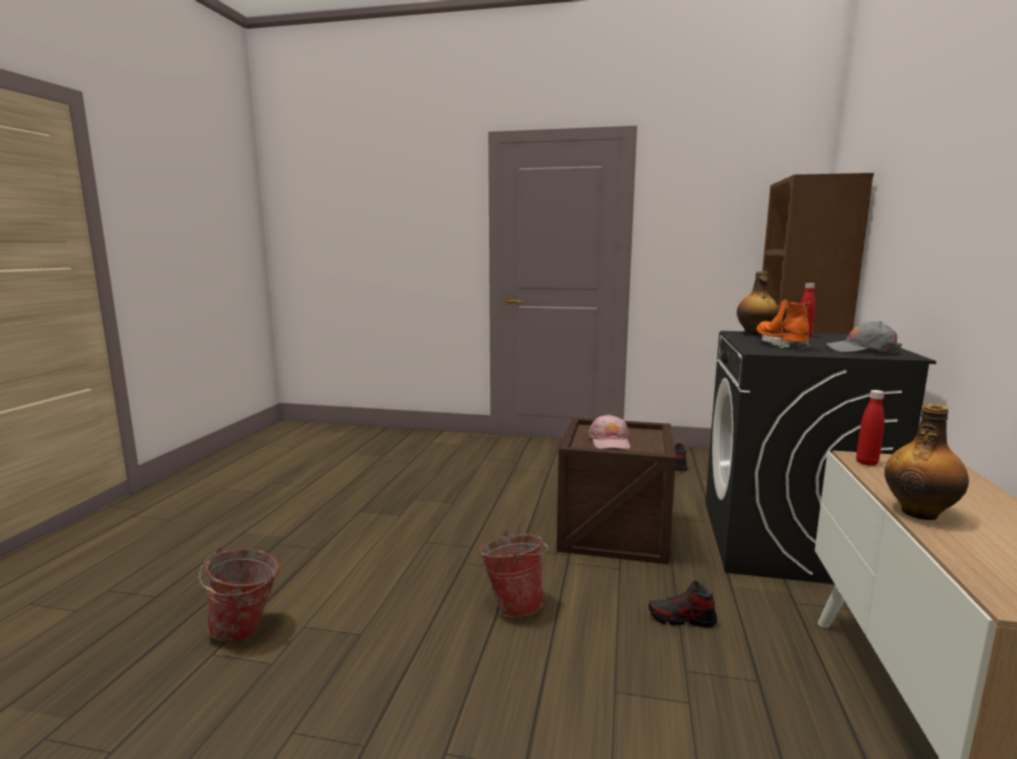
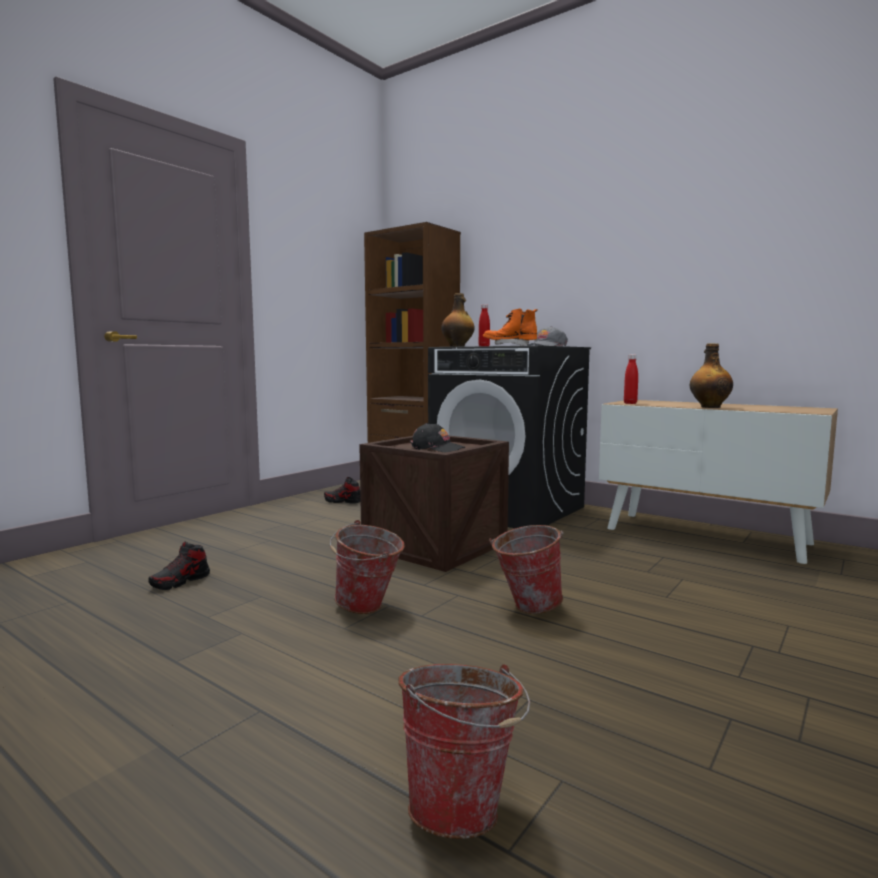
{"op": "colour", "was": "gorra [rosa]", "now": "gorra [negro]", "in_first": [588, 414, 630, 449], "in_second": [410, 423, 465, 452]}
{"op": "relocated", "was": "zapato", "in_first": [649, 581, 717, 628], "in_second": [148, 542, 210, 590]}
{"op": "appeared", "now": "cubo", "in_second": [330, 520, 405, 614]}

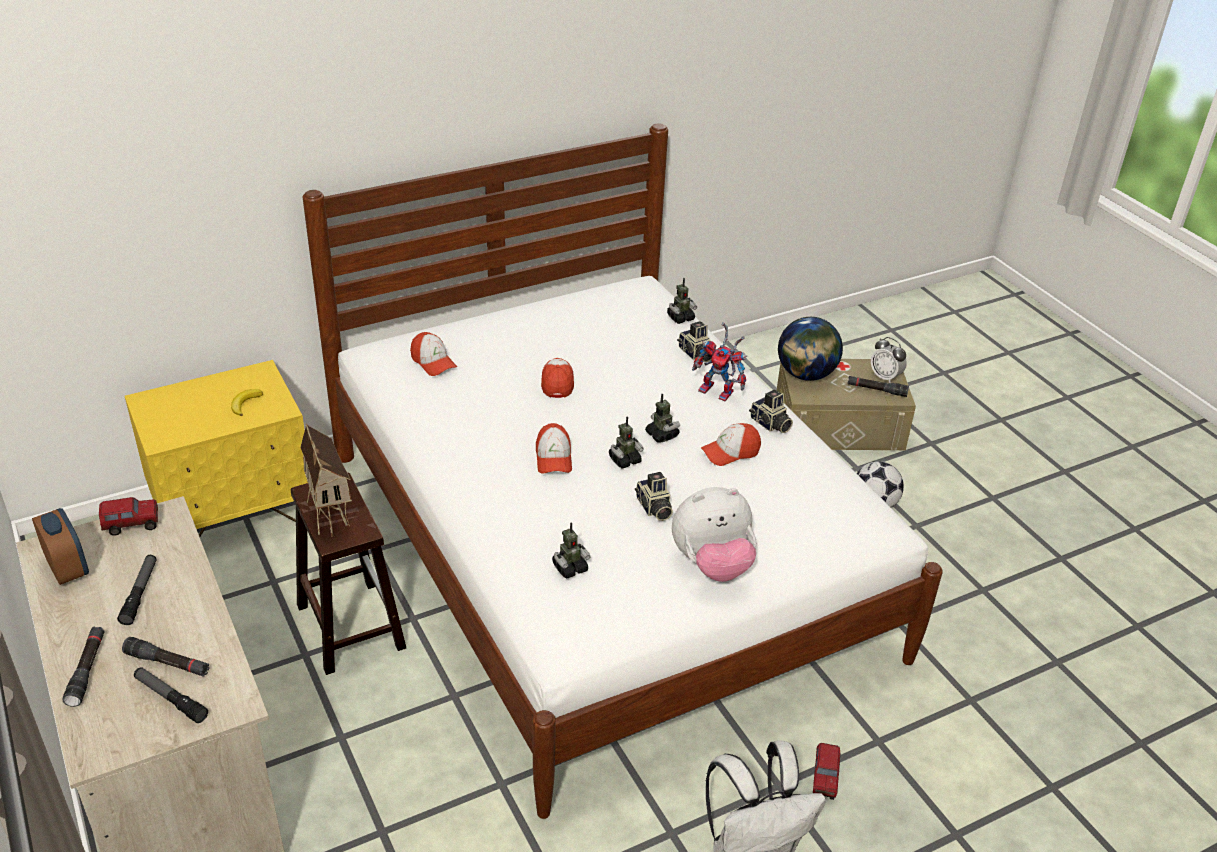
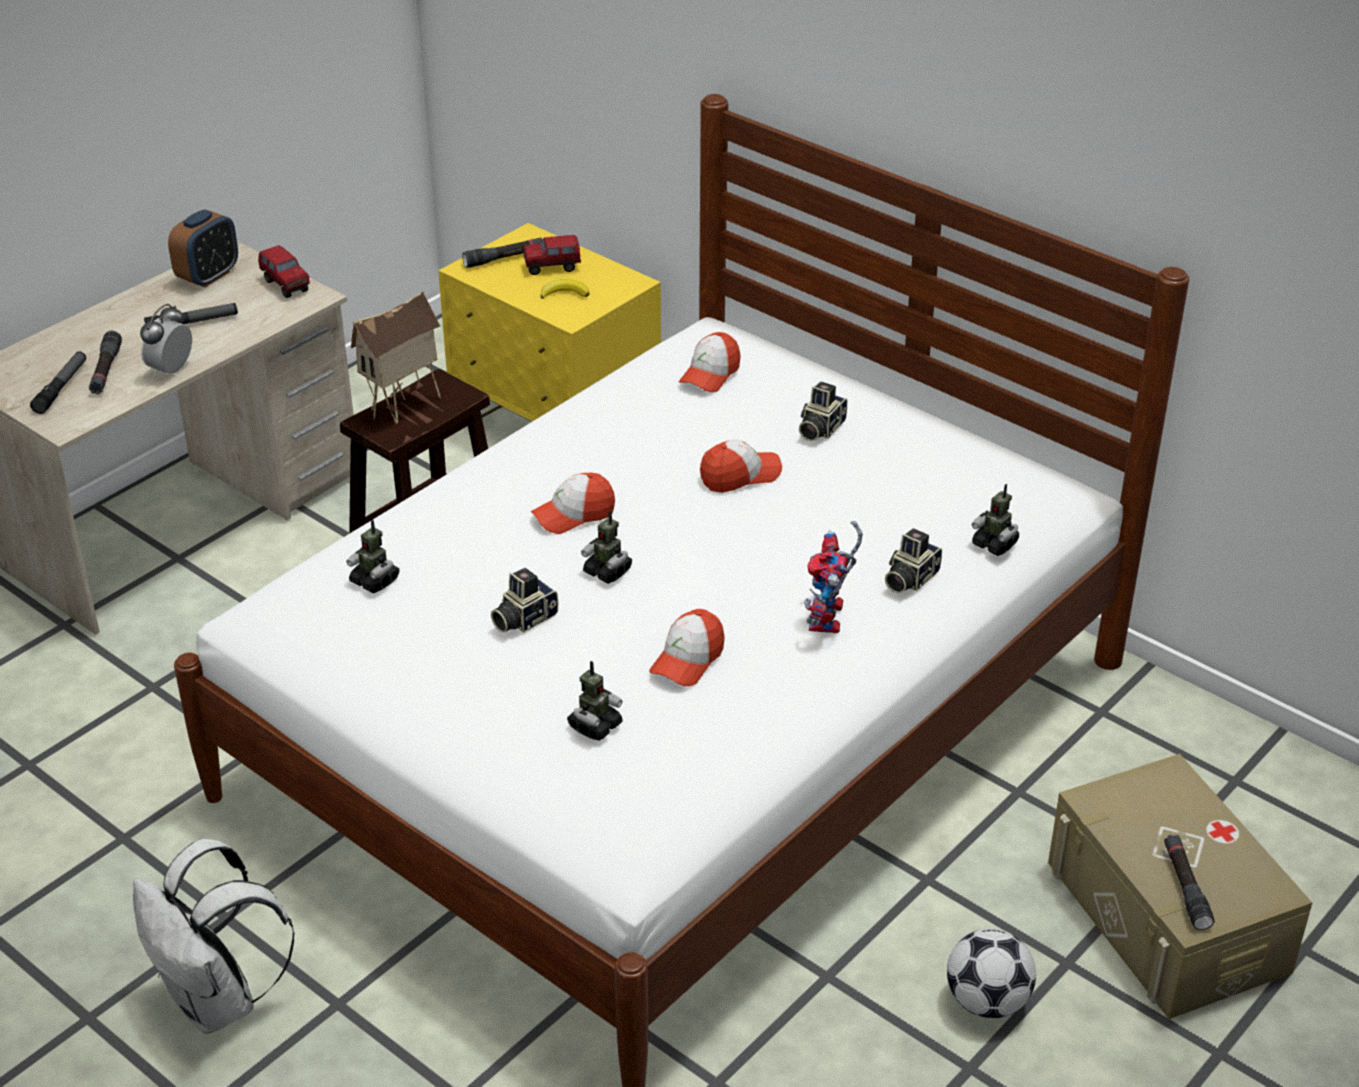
{"op": "relocated", "was": "linterna [negro]", "in_first": [62, 627, 105, 707], "in_second": [462, 237, 542, 268]}
{"op": "relocated", "was": "robot de juguete", "in_first": [645, 394, 680, 442], "in_second": [567, 661, 623, 741]}
{"op": "missing", "was": "peluche", "in_first": [672, 487, 756, 582]}
{"op": "spun", "was": "gorra", "in_first": [701, 423, 761, 466], "in_second": [649, 609, 725, 686], "clockwise": -105}
{"op": "relocated", "was": "cámara", "in_first": [749, 389, 793, 433], "in_second": [799, 381, 847, 441]}
{"op": "missing", "was": "globo terráqueo", "in_first": [778, 317, 843, 381]}
{"op": "relocated", "was": "camión de juguete", "in_first": [813, 743, 841, 800], "in_second": [524, 235, 581, 275]}
{"op": "relocated", "was": "despertador", "in_first": [871, 337, 907, 383], "in_second": [140, 304, 192, 376]}

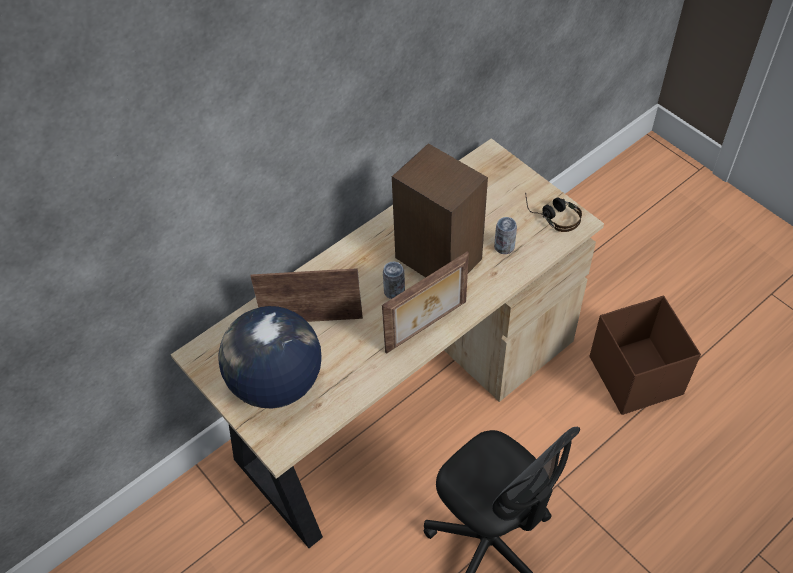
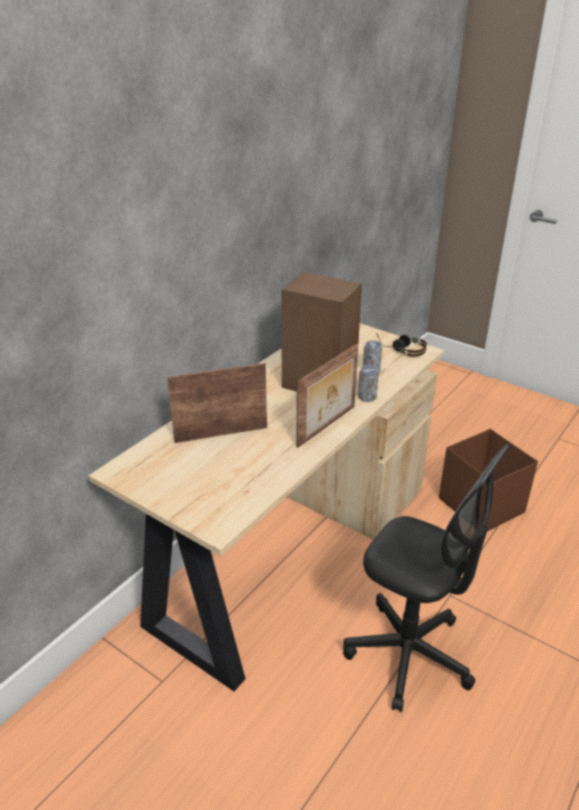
{"op": "missing", "was": "globo terráqueo", "in_first": [219, 306, 321, 408]}
{"op": "relocated", "was": "lata", "in_first": [383, 262, 405, 299], "in_second": [358, 365, 379, 402]}

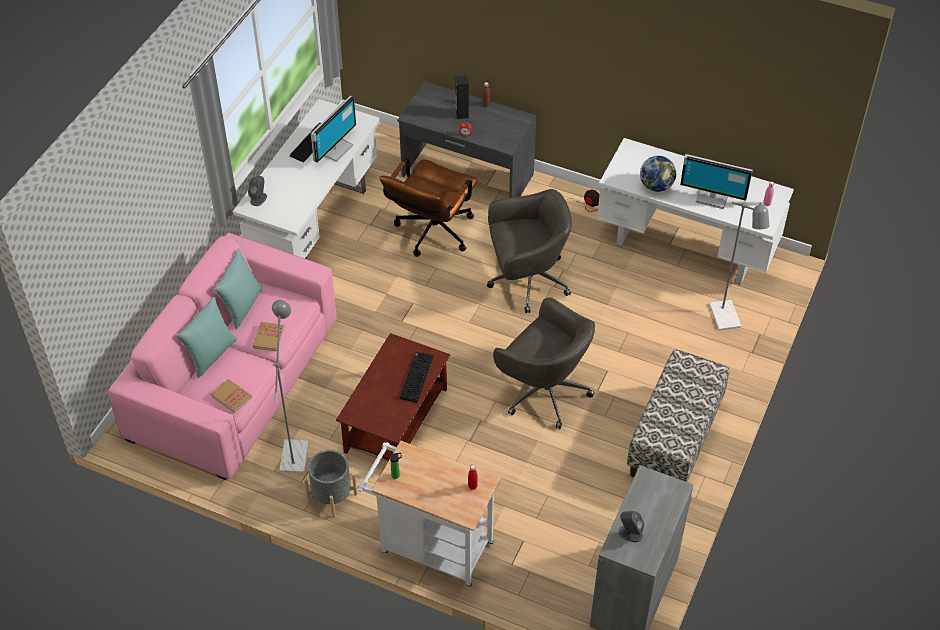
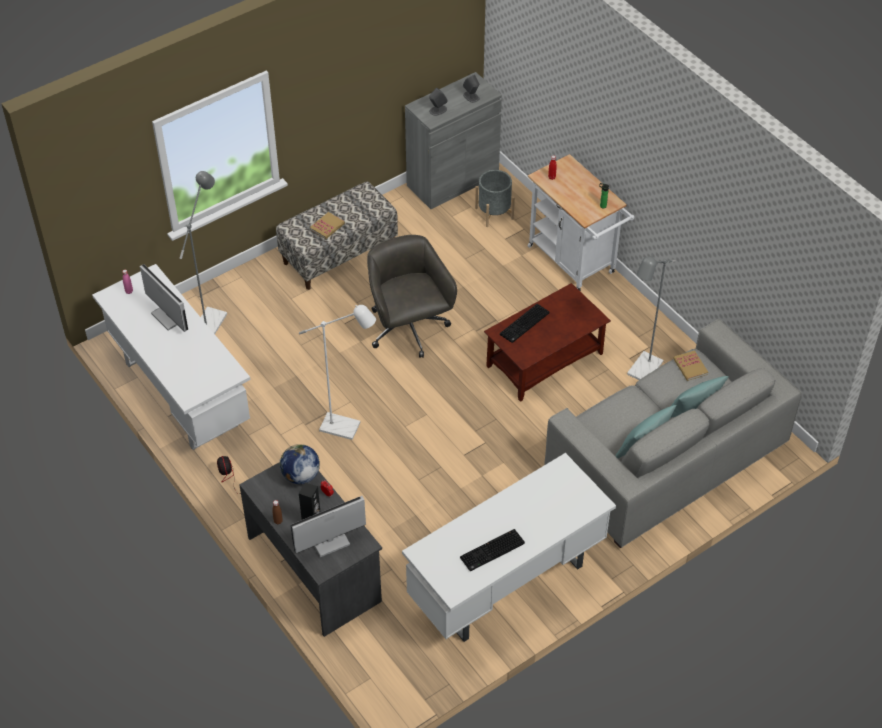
{"op": "colour", "was": "sofá [rosa]", "now": "sofá [gris]", "in_first": [107, 232, 337, 480], "in_second": [544, 319, 802, 548]}
{"op": "relocated", "was": "altavoz [gris]", "in_first": [248, 176, 267, 206], "in_second": [429, 88, 448, 116]}
{"op": "relocated", "was": "libro", "in_first": [253, 322, 284, 351], "in_second": [310, 212, 345, 239]}
{"op": "relocated", "was": "maceta [gris]", "in_first": [304, 450, 357, 518], "in_second": [475, 170, 515, 227]}
{"op": "relocated", "was": "monitor", "in_first": [310, 96, 356, 163], "in_second": [291, 496, 366, 557]}
{"op": "missing", "was": "silla de oficina [marrón]", "in_first": [380, 157, 477, 257]}
{"op": "exchanged", "was": "silla de oficina [gris]", "now": "lámpara de pie [blanco]", "in_first": [487, 189, 572, 313], "in_second": [299, 305, 376, 440]}
{"op": "relocated", "was": "globo terráqueo", "in_first": [640, 156, 676, 192], "in_second": [280, 444, 320, 484]}

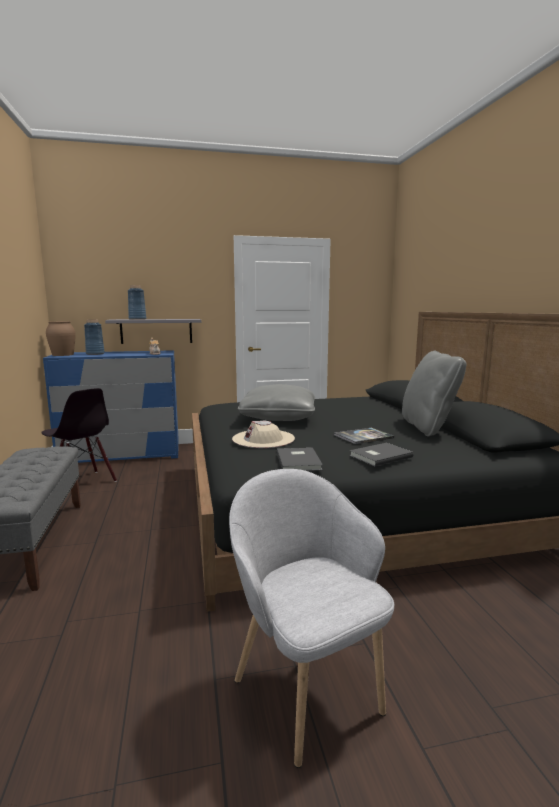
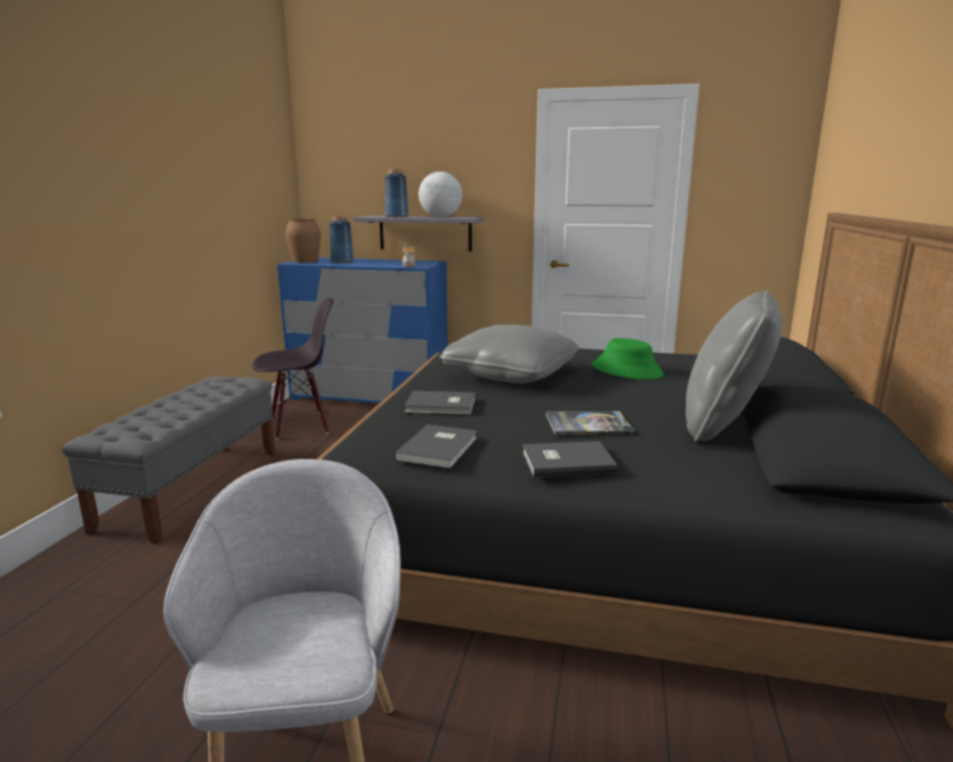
{"op": "spun", "was": "silla [negro]", "in_first": [41, 388, 117, 482], "in_second": [252, 298, 334, 440], "clockwise": -90}
{"op": "exchanged", "was": "sombrero [beis]", "now": "libro [gris]", "in_first": [232, 421, 295, 448], "in_second": [404, 391, 476, 415]}
{"op": "appeared", "now": "globo terráqueo", "in_second": [419, 172, 462, 217]}
{"op": "appeared", "now": "sombrero [verde]", "in_second": [592, 338, 664, 379]}

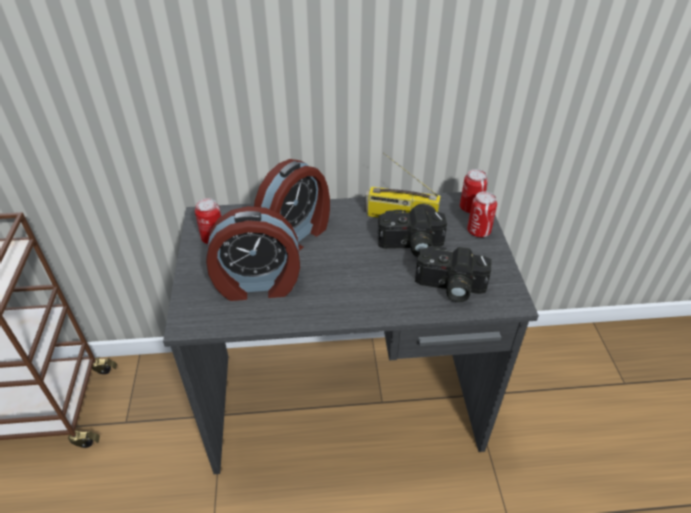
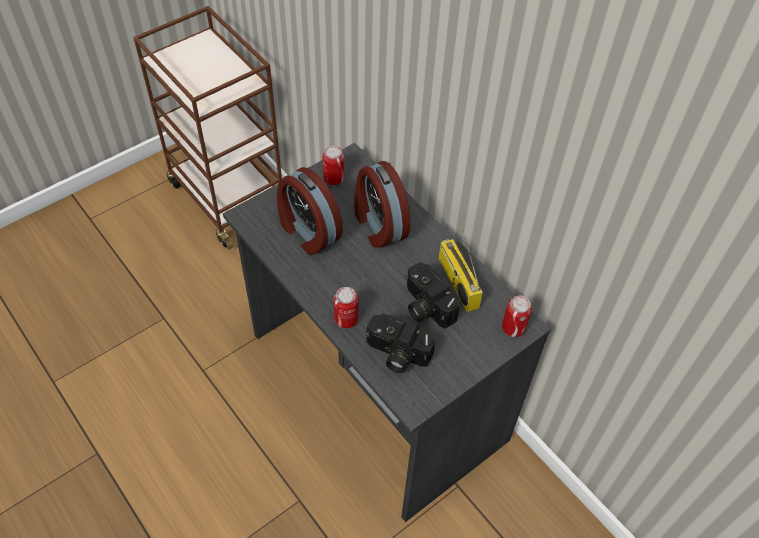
{"op": "spun", "was": "despertador", "in_first": [254, 159, 330, 251], "in_second": [354, 161, 411, 248], "clockwise": 60}
{"op": "spun", "was": "cámara", "in_first": [415, 246, 492, 302], "in_second": [366, 314, 436, 373], "clockwise": -45}
{"op": "relocated", "was": "lata", "in_first": [467, 191, 497, 237], "in_second": [334, 287, 358, 329]}

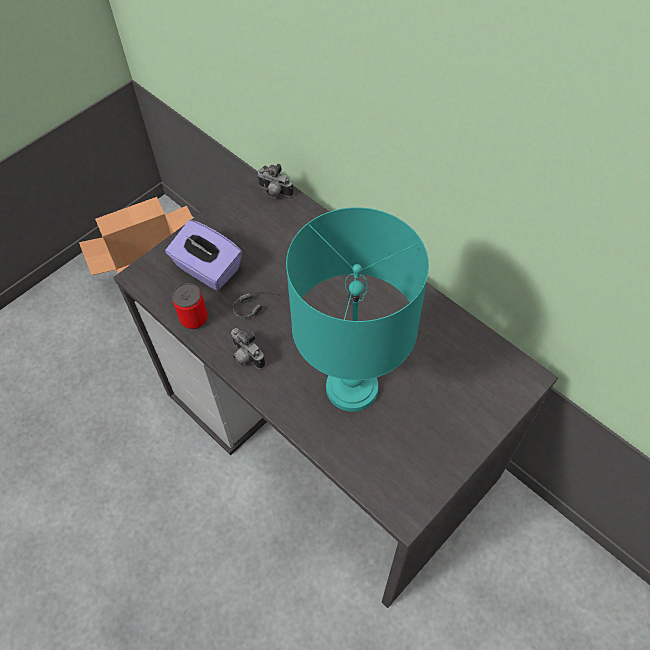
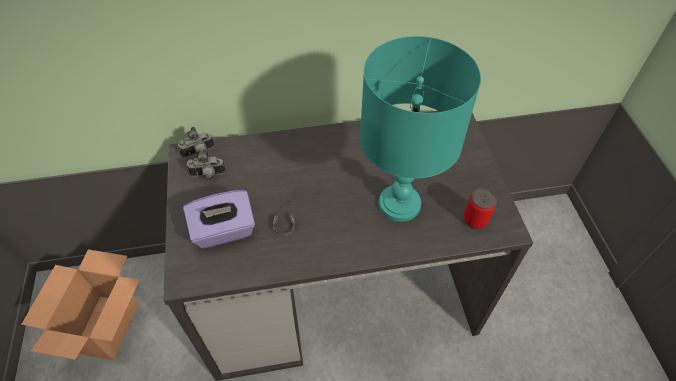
{"op": "relocated", "was": "lata", "in_first": [172, 283, 208, 329], "in_second": [464, 188, 497, 229]}
{"op": "relocated", "was": "cámara", "in_first": [231, 328, 265, 369], "in_second": [187, 149, 226, 180]}

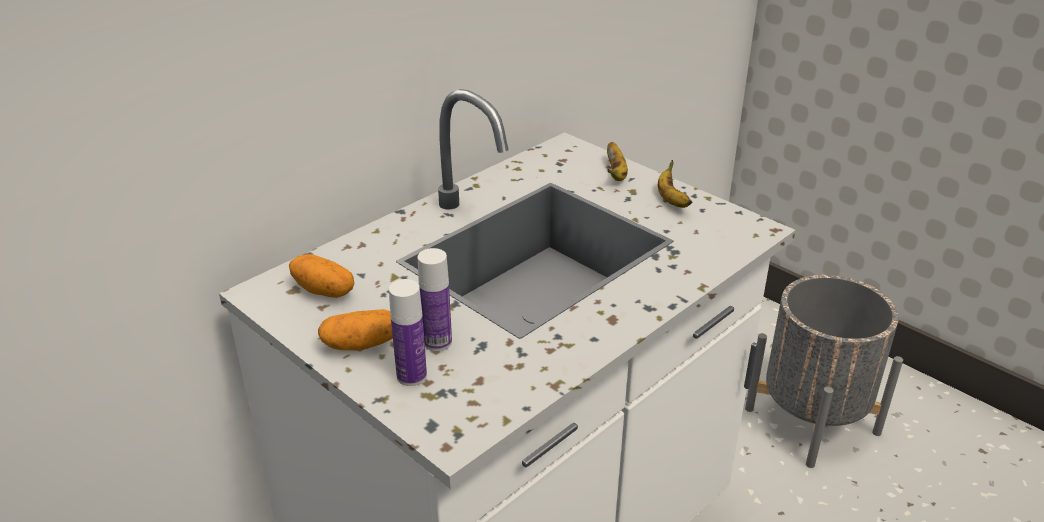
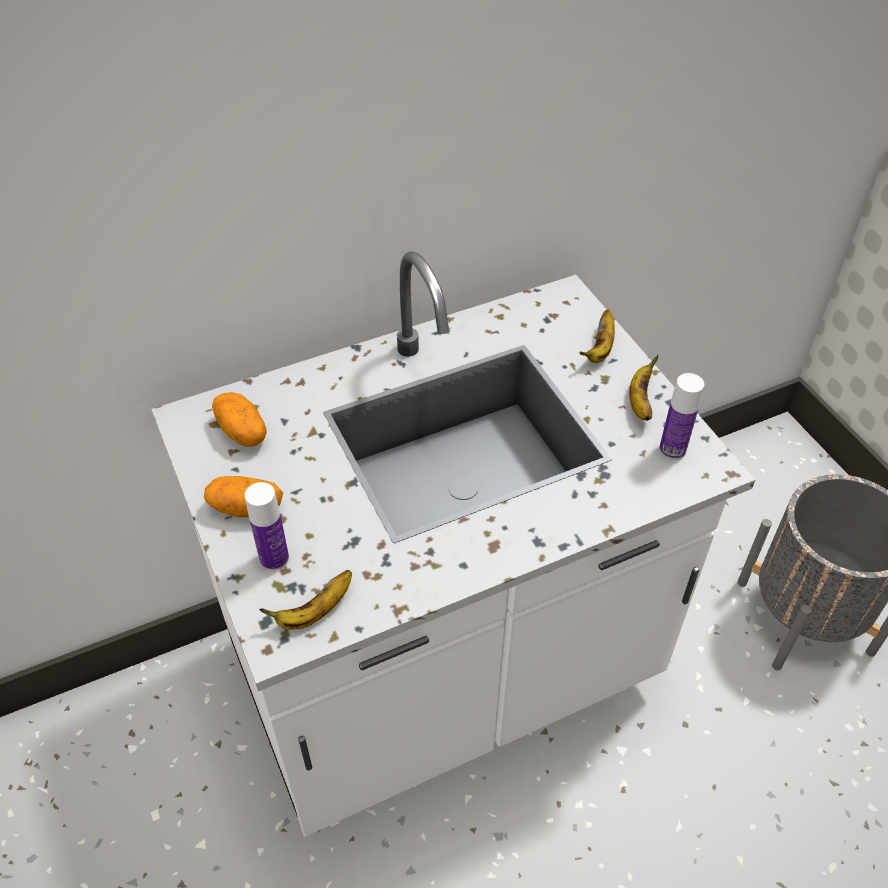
{"op": "relocated", "was": "botella", "in_first": [418, 248, 452, 351], "in_second": [659, 373, 704, 460]}
{"op": "appeared", "now": "plátano", "in_second": [259, 570, 352, 630]}

